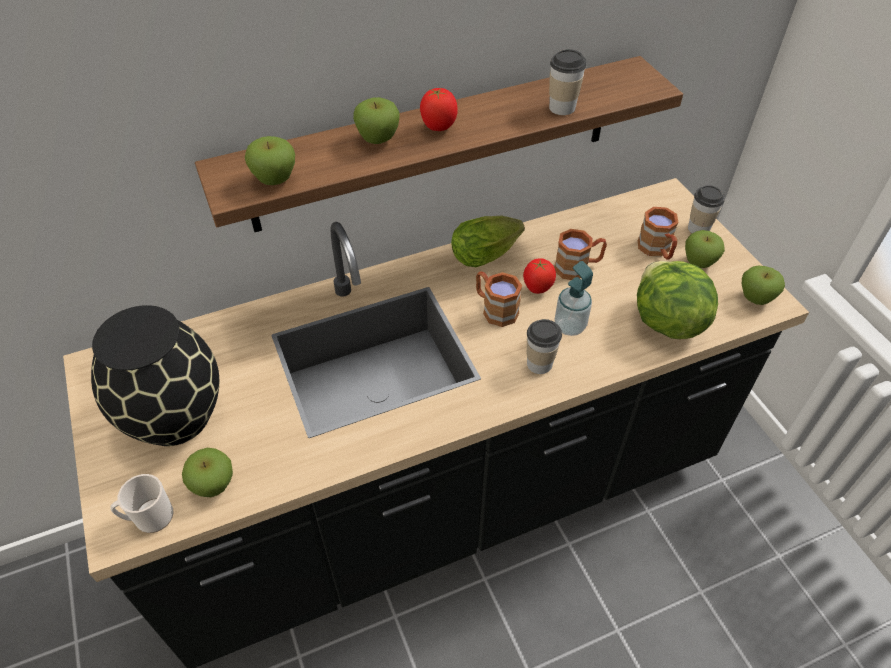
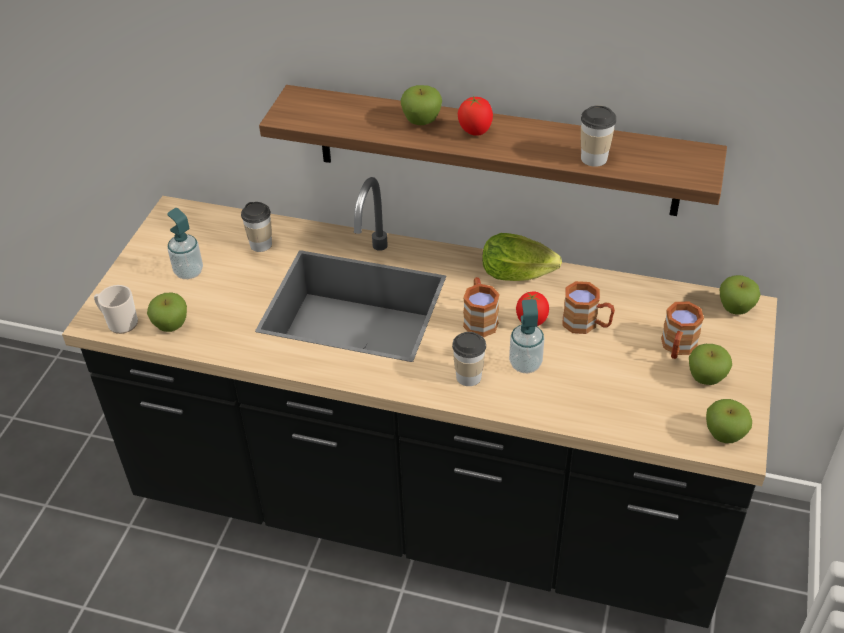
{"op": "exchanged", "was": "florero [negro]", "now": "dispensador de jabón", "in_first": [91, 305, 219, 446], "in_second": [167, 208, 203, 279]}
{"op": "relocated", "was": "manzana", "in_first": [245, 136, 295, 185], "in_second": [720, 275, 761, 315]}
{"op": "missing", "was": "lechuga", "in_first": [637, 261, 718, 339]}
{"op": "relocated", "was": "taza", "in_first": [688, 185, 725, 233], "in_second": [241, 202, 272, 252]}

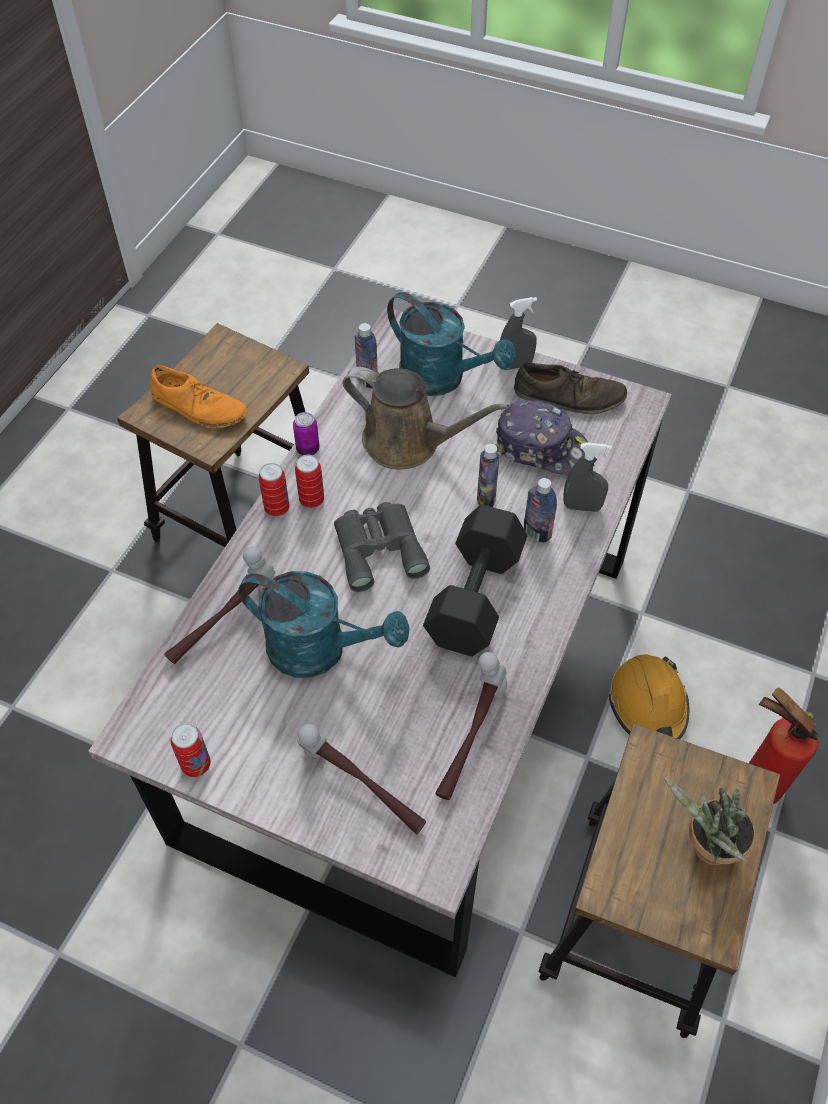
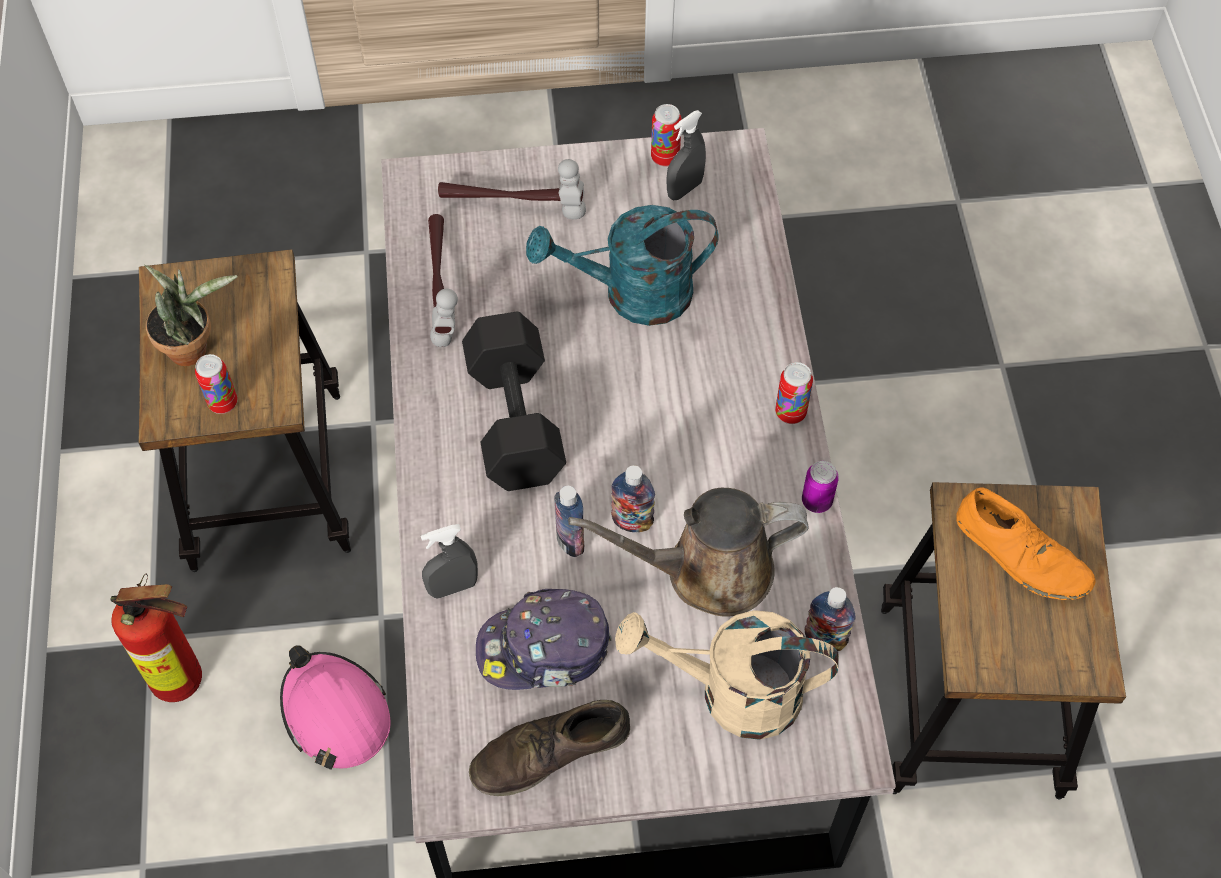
{"op": "spun", "was": "zapato [naranja]", "in_first": [150, 365, 248, 428], "in_second": [956, 487, 1095, 600], "clockwise": -135}
{"op": "missing", "was": "martillo", "in_first": [164, 546, 276, 664]}
{"op": "relocated", "was": "lata", "in_first": [295, 455, 324, 508], "in_second": [195, 354, 237, 414]}
{"op": "missing", "was": "prismáticos [gris]", "in_first": [334, 502, 430, 592]}
{"op": "colour", "was": "regadera [turquesa]", "now": "regadera [beis]", "in_first": [387, 292, 516, 396], "in_second": [615, 610, 839, 740]}
{"op": "relocated", "was": "pulverizador [gris]", "in_first": [500, 297, 537, 370], "in_second": [666, 110, 706, 200]}
{"op": "relocated", "was": "botella", "in_first": [524, 478, 557, 543], "in_second": [611, 465, 655, 532]}
{"op": "colour", "was": "casco [naranja]", "now": "casco [rosa]", "in_first": [609, 654, 689, 739], "in_second": [280, 645, 391, 770]}

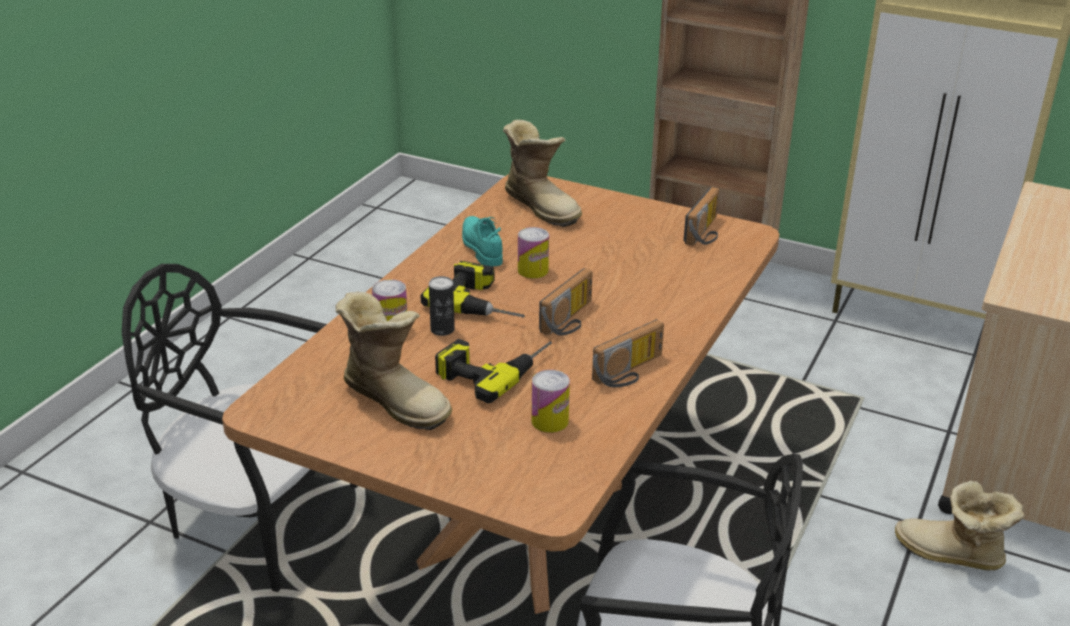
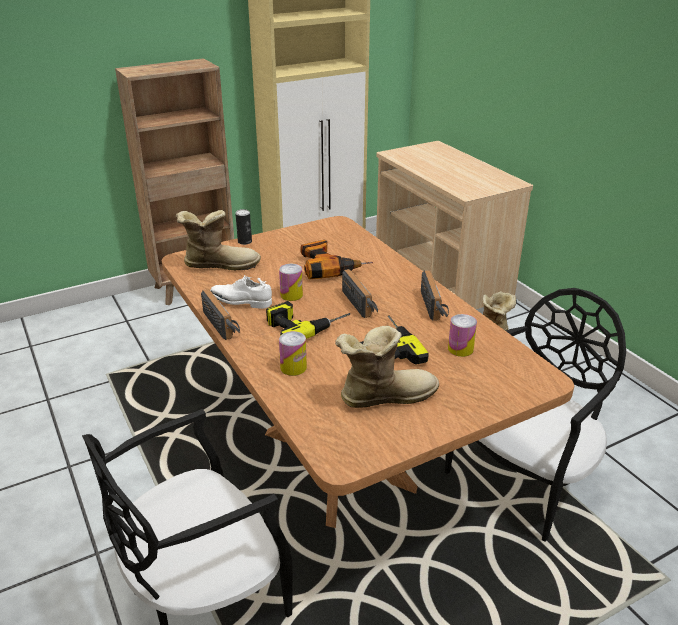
{"op": "relocated", "was": "lata", "in_first": [429, 276, 455, 336], "in_second": [235, 209, 252, 245]}
{"op": "colour", "was": "zapato [turquesa]", "now": "zapato [blanco]", "in_first": [462, 216, 503, 266], "in_second": [210, 275, 272, 309]}
{"op": "relocated", "was": "radio", "in_first": [683, 187, 719, 246], "in_second": [201, 289, 240, 340]}
{"op": "appeared", "now": "taladro", "in_second": [300, 240, 373, 279]}

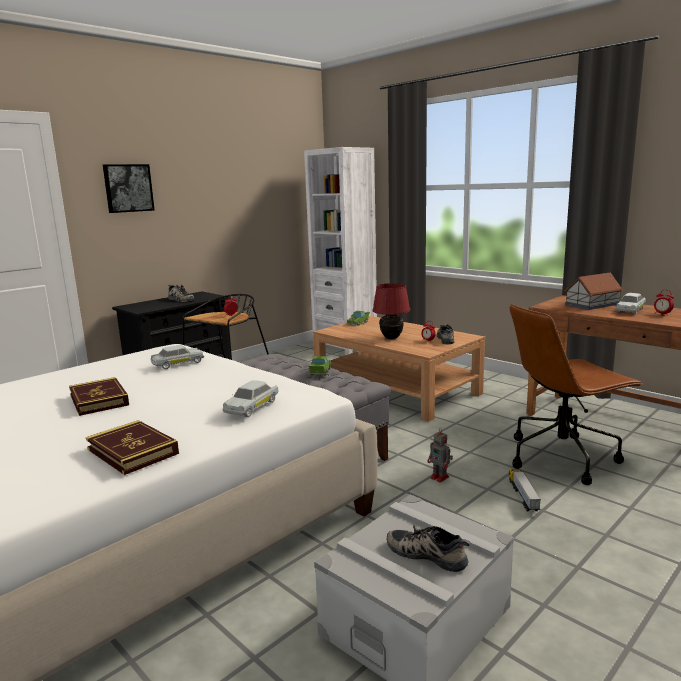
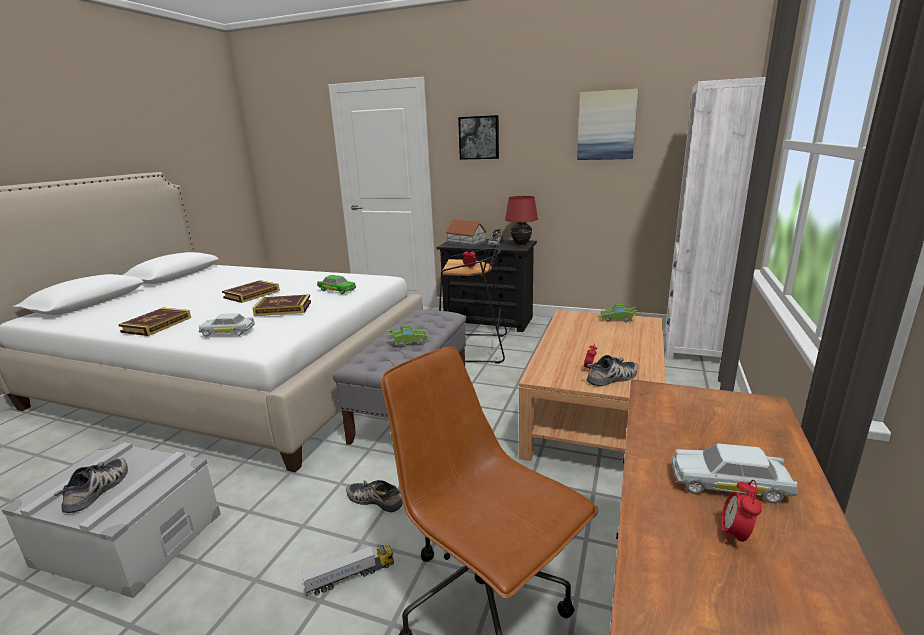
{"op": "colour", "was": "coche de juguete [blanco]", "now": "coche de juguete [verde]", "in_first": [151, 345, 204, 369], "in_second": [317, 275, 356, 294]}
{"op": "relocated", "was": "lámpara de mesa [rojo]", "in_first": [373, 283, 410, 339], "in_second": [505, 196, 538, 245]}
{"op": "exchanged", "was": "robot de juguete", "now": "zapato", "in_first": [428, 428, 453, 483], "in_second": [346, 480, 403, 512]}
{"op": "relocated", "was": "casita", "in_first": [565, 273, 623, 310], "in_second": [445, 220, 487, 247]}
{"op": "appeared", "now": "libro", "in_second": [252, 294, 311, 316]}
{"op": "appeared", "now": "cuadro", "in_second": [577, 89, 638, 160]}

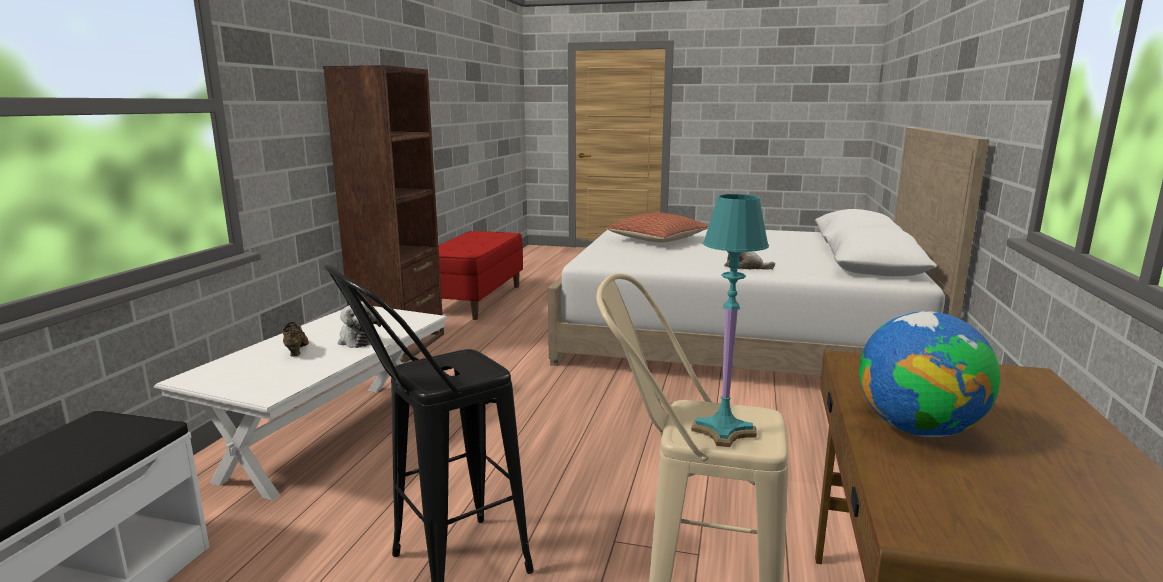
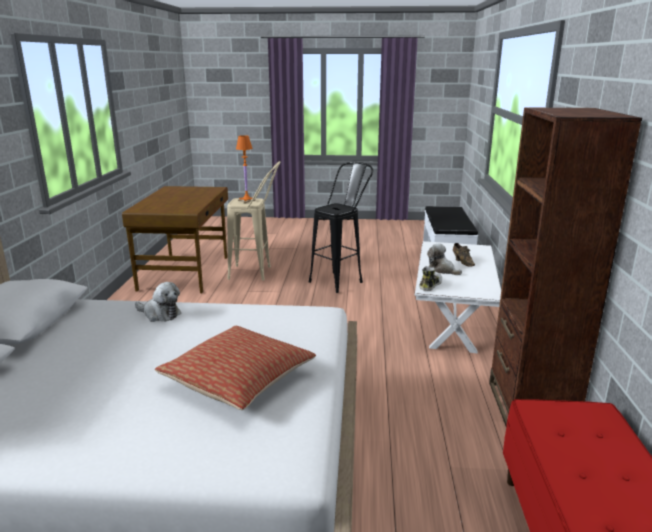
{"op": "colour", "was": "lámpara de mesa [turquesa]", "now": "lámpara de mesa [naranja]", "in_first": [691, 194, 769, 447], "in_second": [236, 135, 256, 203]}
{"op": "missing", "was": "globo terráqueo", "in_first": [859, 311, 1000, 437]}
{"op": "appeared", "now": "zapato", "in_second": [419, 266, 442, 291]}

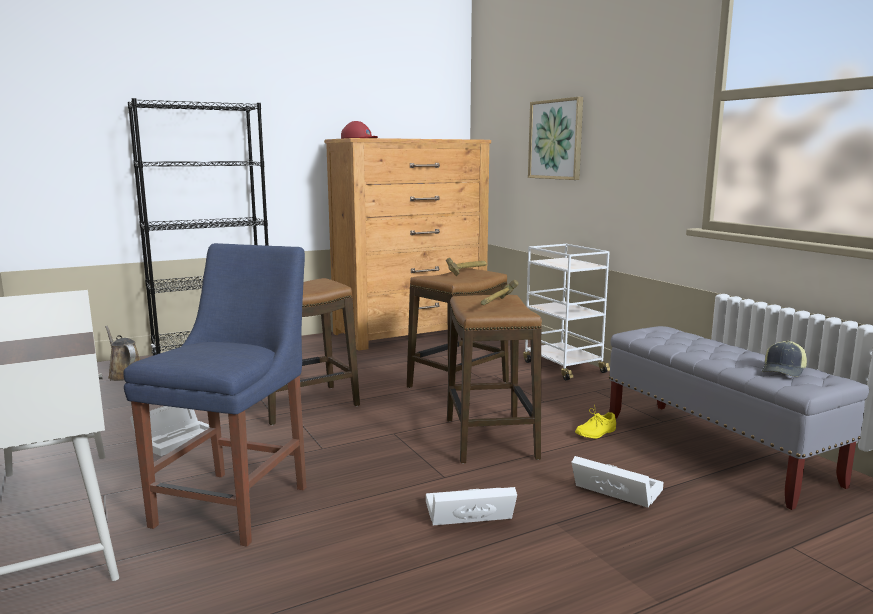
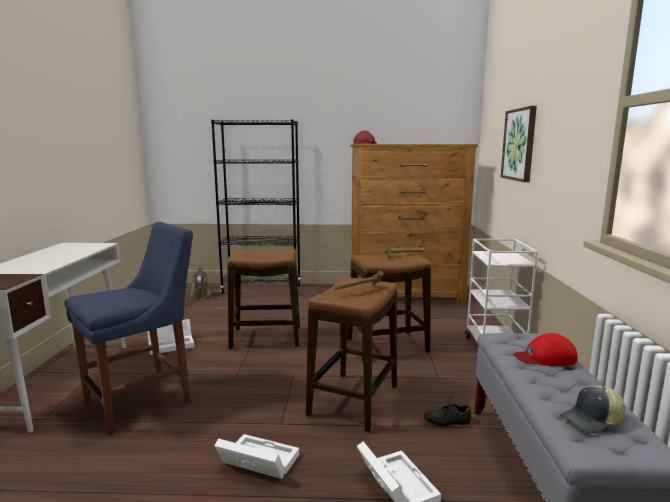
{"op": "colour", "was": "zapato [amarillo]", "now": "zapato [gris]", "in_first": [575, 405, 616, 439], "in_second": [424, 396, 471, 427]}
{"op": "appeared", "now": "gorra [rojo]", "in_second": [513, 333, 577, 366]}

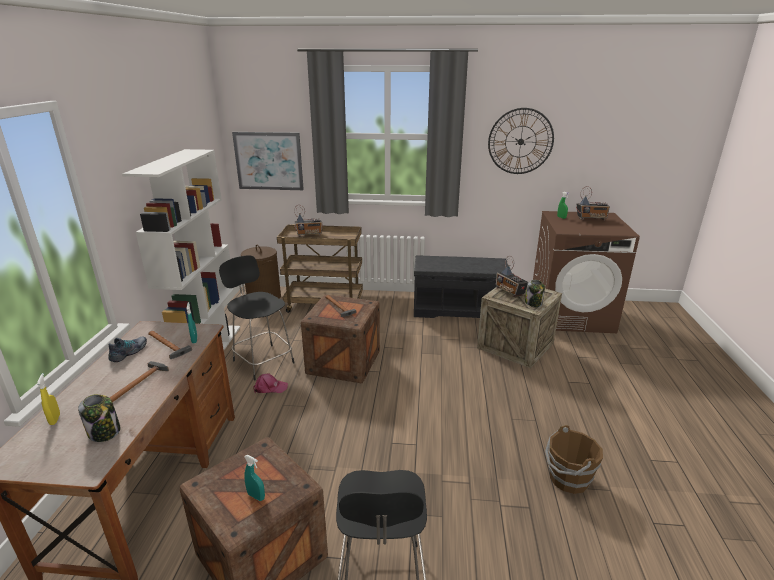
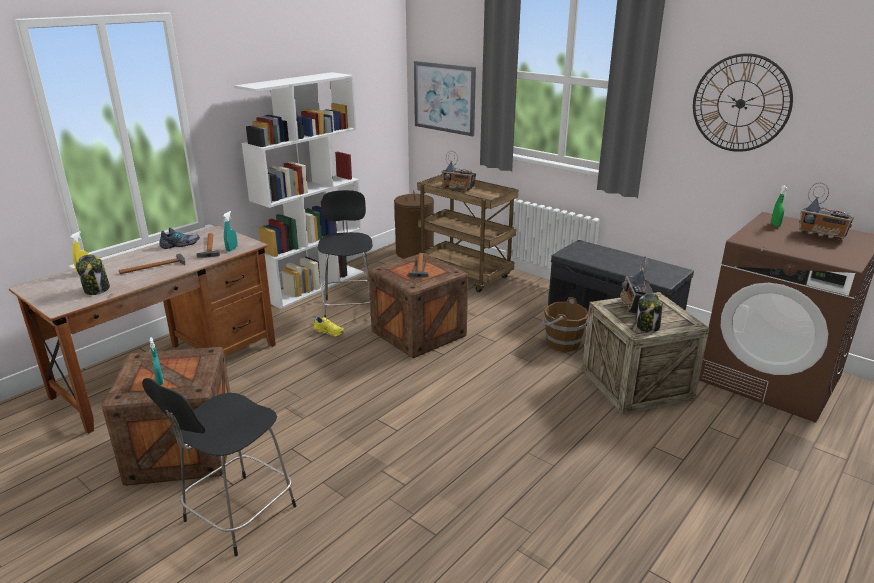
{"op": "exchanged", "was": "gorra [rosa]", "now": "zapato [amarillo]", "in_first": [253, 373, 288, 394], "in_second": [313, 315, 345, 337]}
{"op": "relocated", "was": "cubo [marrón]", "in_first": [545, 425, 603, 494], "in_second": [542, 297, 588, 352]}

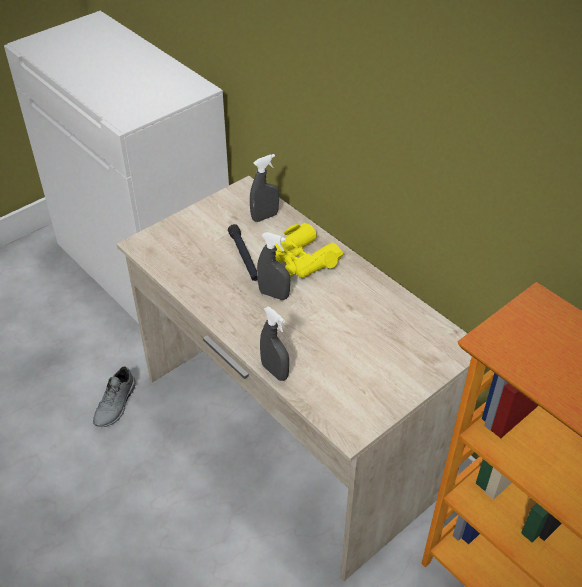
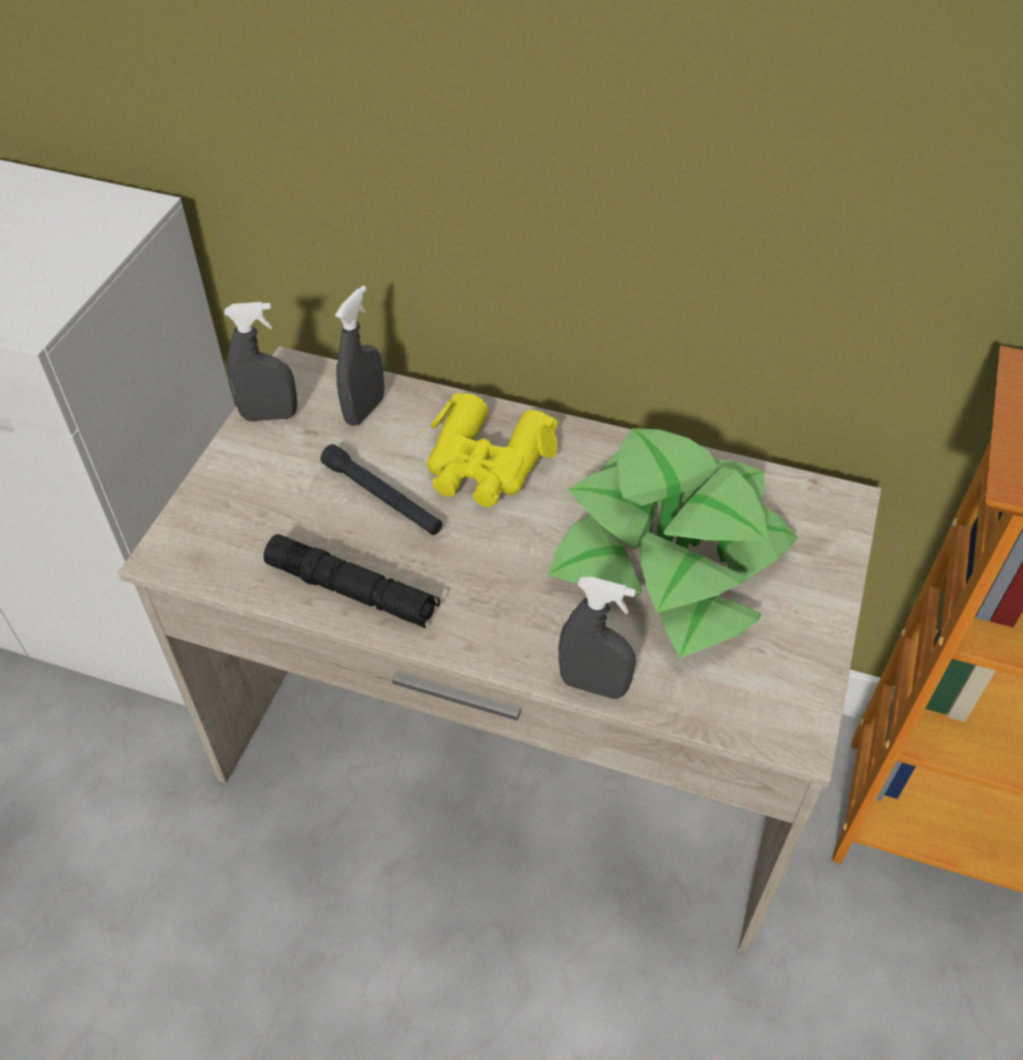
{"op": "missing", "was": "zapato [gris]", "in_first": [93, 366, 136, 427]}
{"op": "relocated", "was": "pulverizador [gris]", "in_first": [257, 232, 290, 300], "in_second": [224, 302, 297, 421]}
{"op": "appeared", "now": "linterna [negro]", "in_second": [263, 534, 440, 629]}
{"op": "appeared", "now": "planta en maceta", "in_second": [548, 428, 798, 658]}

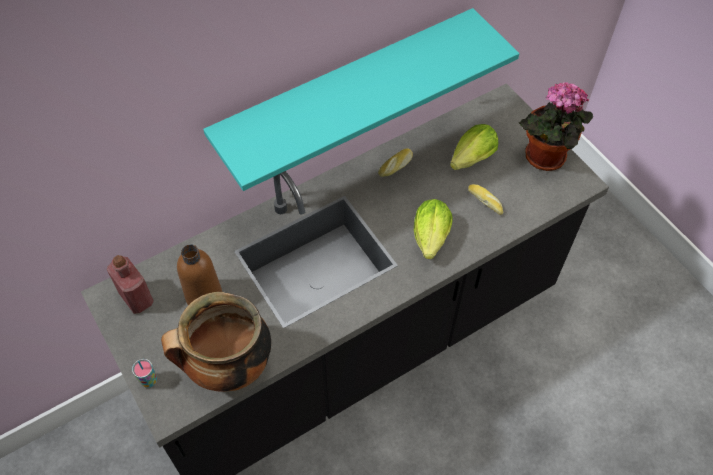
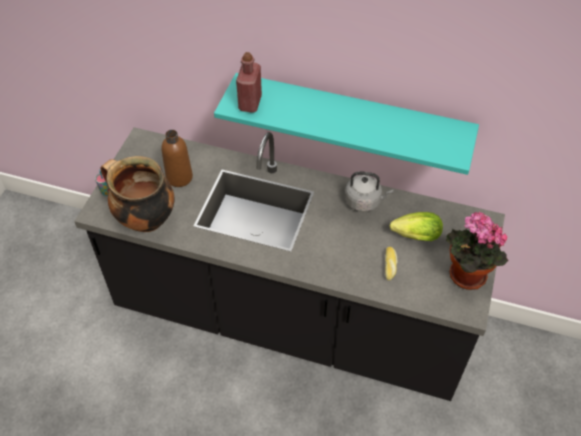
{"op": "relocated", "was": "botella [rojo]", "in_first": [107, 255, 154, 314], "in_second": [236, 52, 262, 113]}
{"op": "exchanged", "was": "pan", "now": "hervidor [gris]", "in_first": [378, 148, 413, 177], "in_second": [345, 172, 393, 212]}
{"op": "missing", "was": "lechuga", "in_first": [414, 199, 453, 259]}

